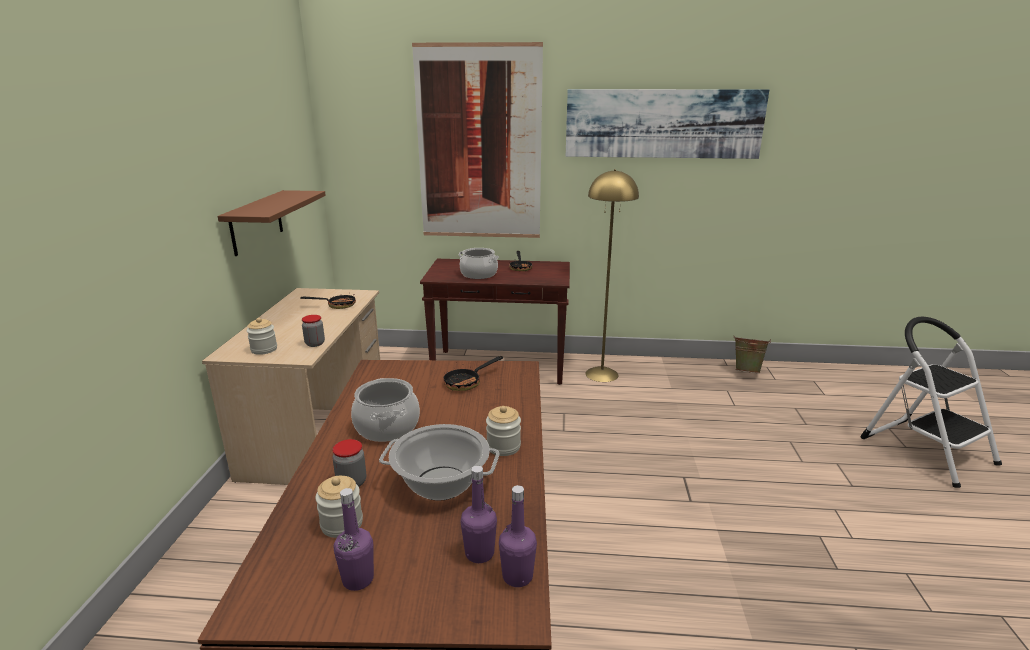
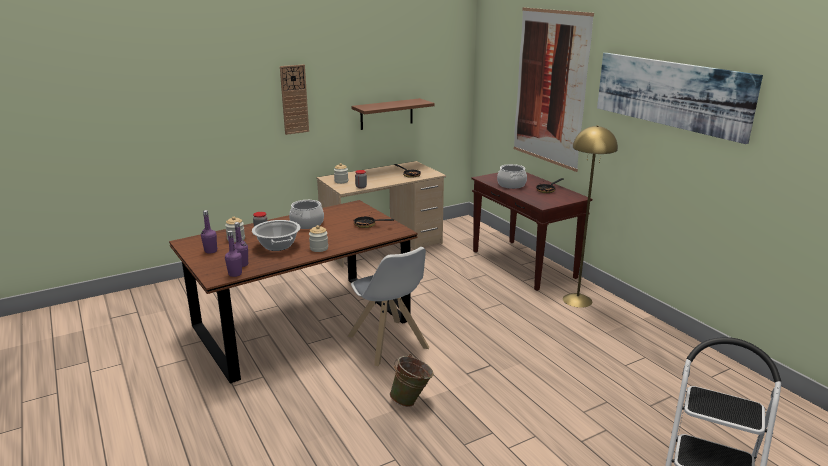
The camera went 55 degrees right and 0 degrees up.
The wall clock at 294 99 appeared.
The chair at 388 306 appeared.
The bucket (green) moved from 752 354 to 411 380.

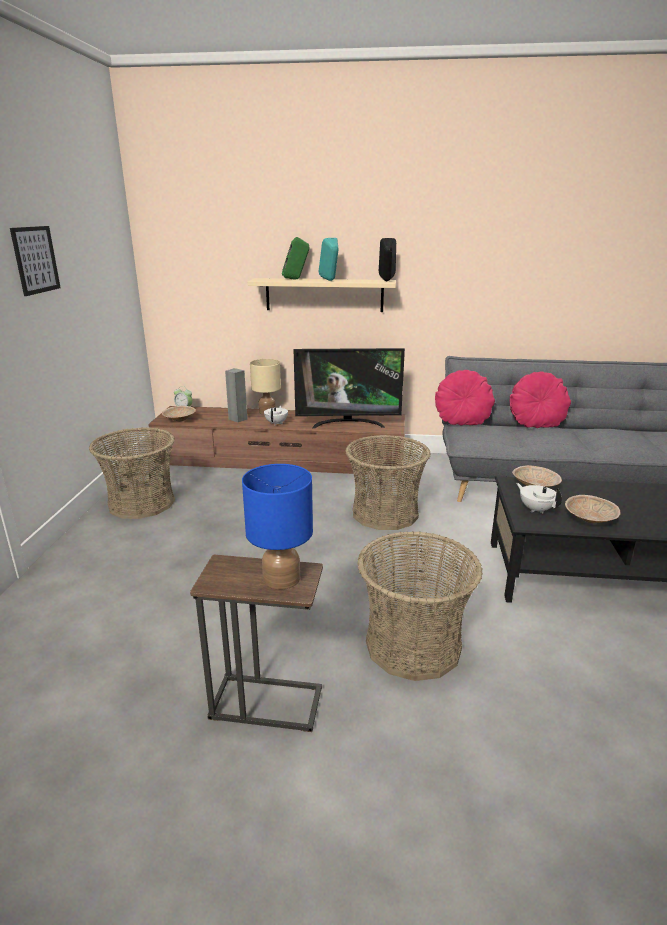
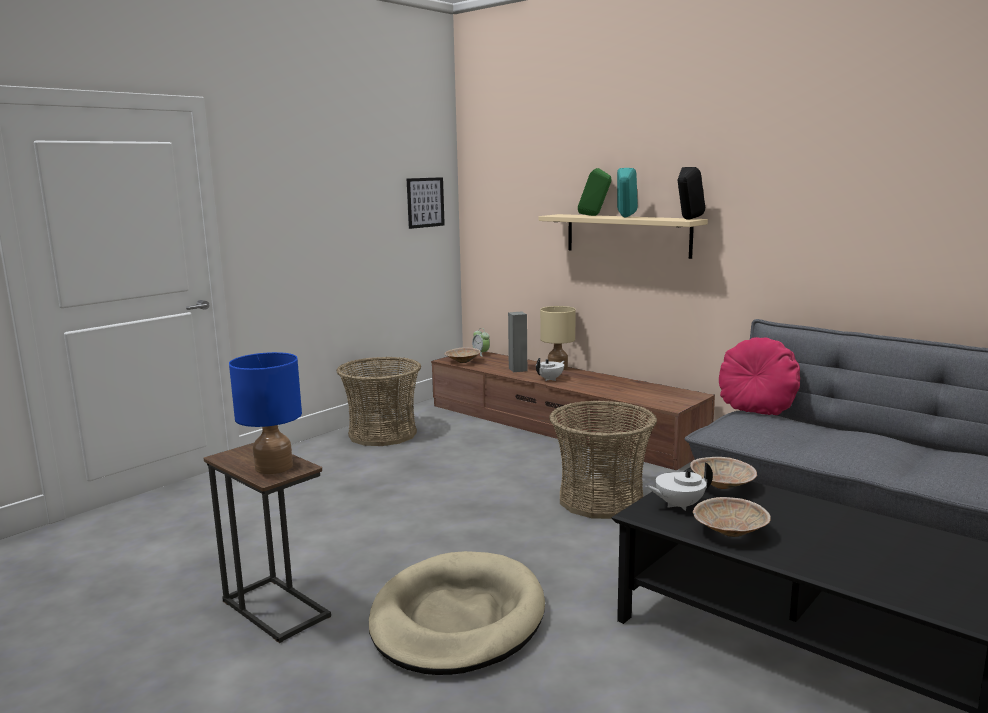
The camera went 35 degrees right and 10 degrees down.
The television at 349 388 disappeared.
The pillow (pink) at 540 399 disappeared.
The picture moved from 35 261 to 426 203.
The basket at 420 606 was replaced by the dog bed (beige) at 457 613.
The teapot (white) at 539 498 turned 105 degrees counterclockwise.

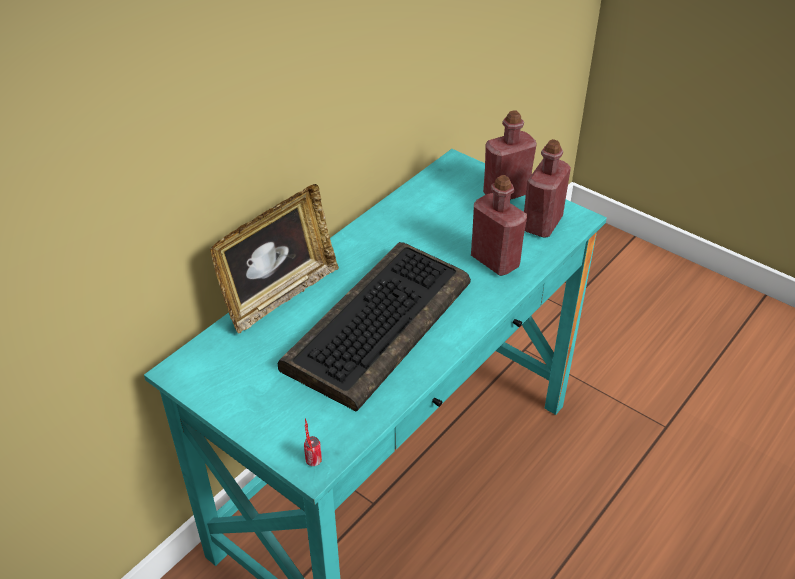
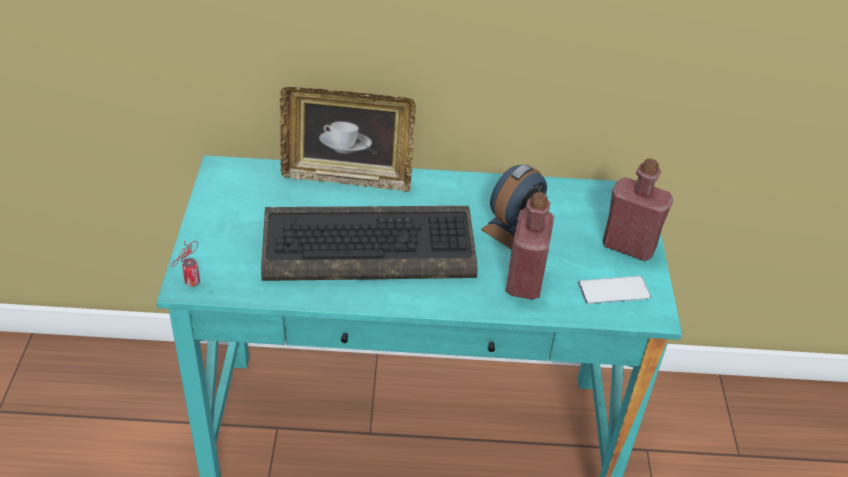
The camera went 50 degrees right and 0 degrees up.
The alarm clock at 514 207 appeared.
The bottle (red) at 547 188 was replaced by the phone at 614 290.

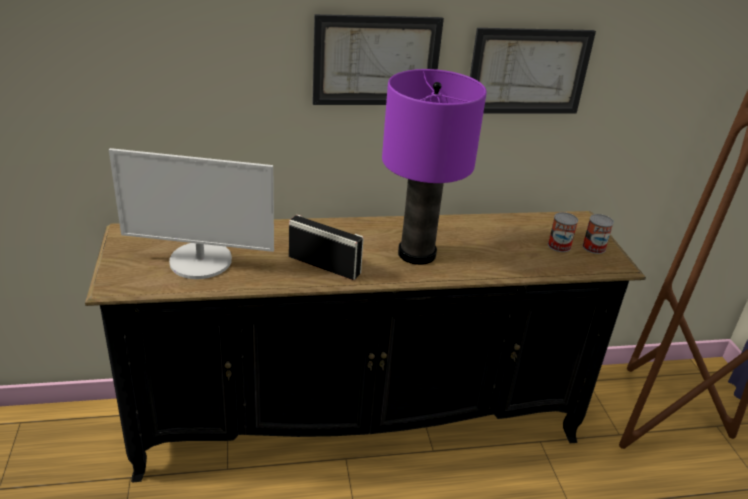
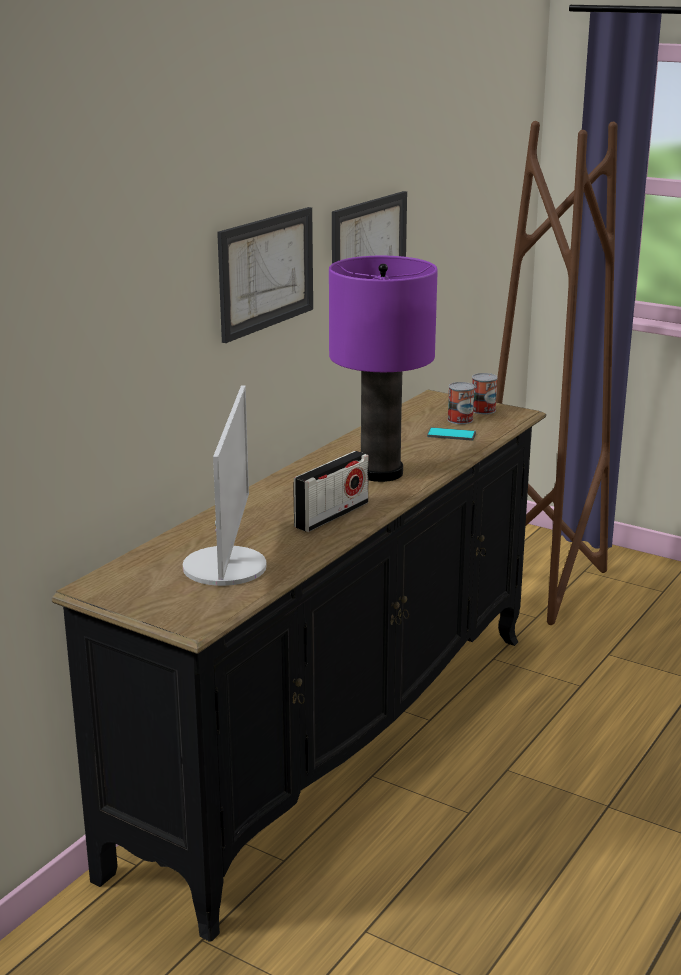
The camera went 45 degrees left and 10 degrees down.
The phone at 451 434 appeared.
The monitor at 191 213 turned 45 degrees counterclockwise.
The radio at 326 247 turned 150 degrees clockwise.

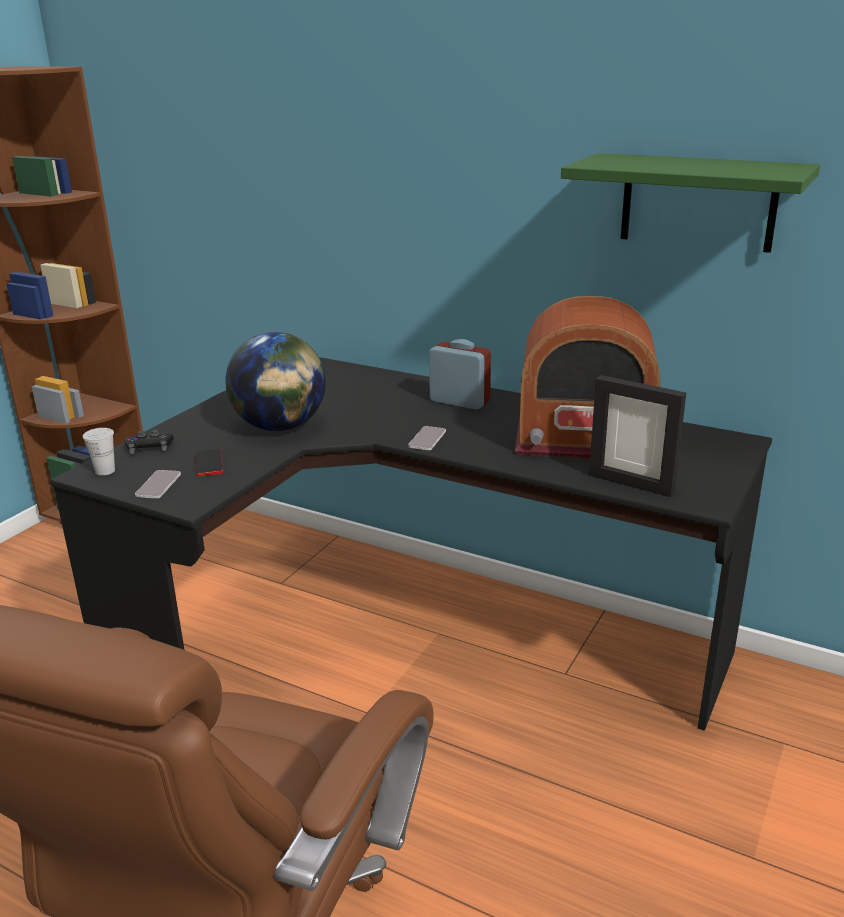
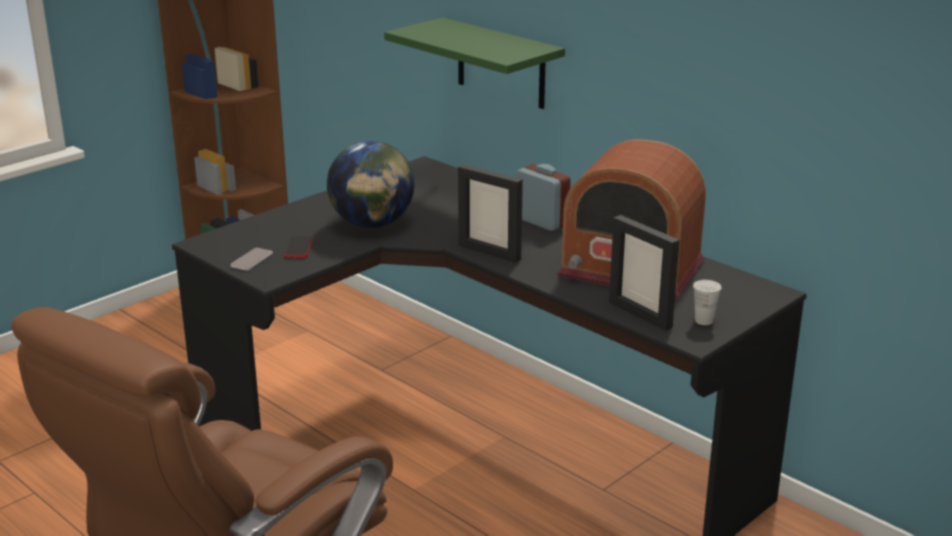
The camera went 15 degrees right and 0 degrees up.
The game controller (black) at 149 441 disappeared.
The cup (white) moved from 99 452 to 707 302.
The shelf (green) moved from 690 203 to 474 63.
The phone at 427 438 was replaced by the picture frame at 490 213.

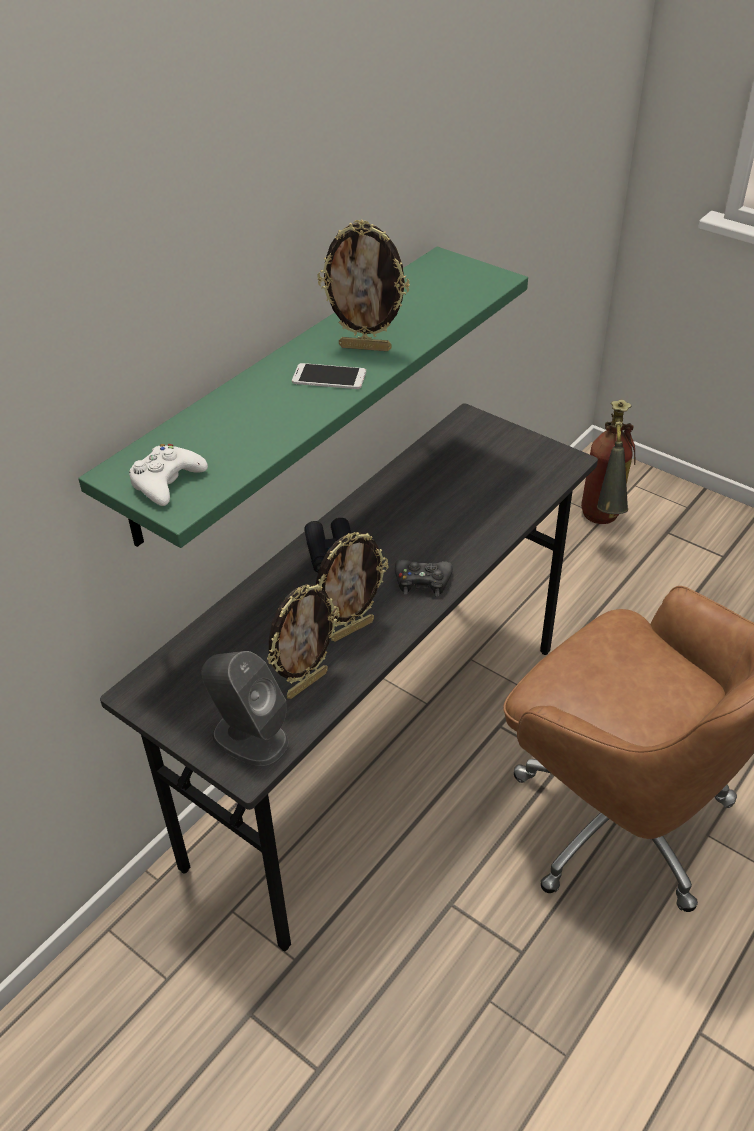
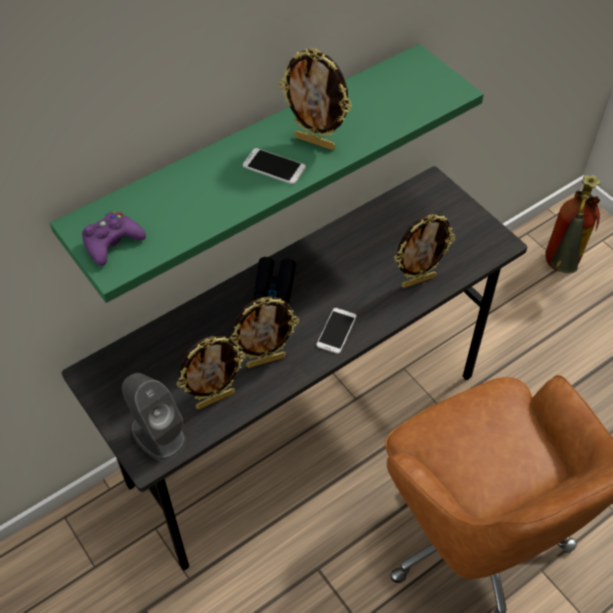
The camera went 15 degrees right and 10 degrees up.
The picture frame at 424 251 appeared.
The game controller (black) at 424 578 was replaced by the phone at 336 331.
The game controller (white) at 168 475 became the game controller (purple) at 114 239.

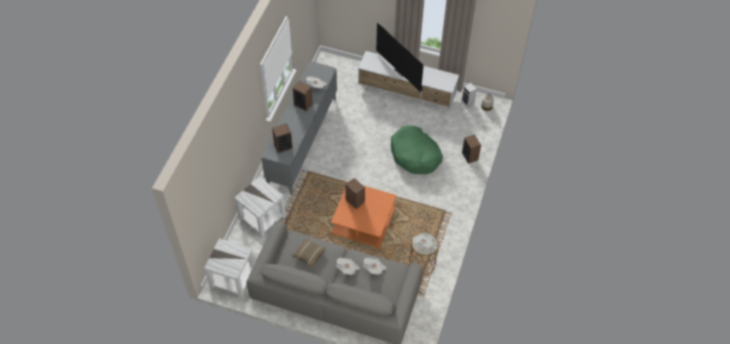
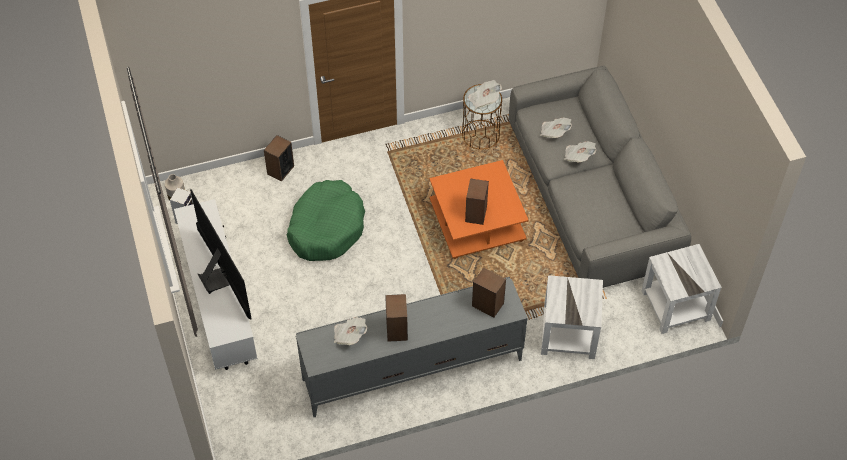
The camera went 125 degrees left and 0 degrees up.
The pillow at 309 253 disappeared.
The television at 400 57 turned 45 degrees counterclockwise.

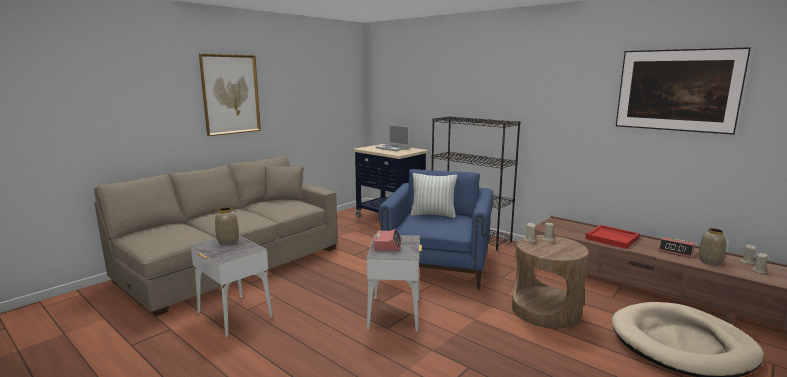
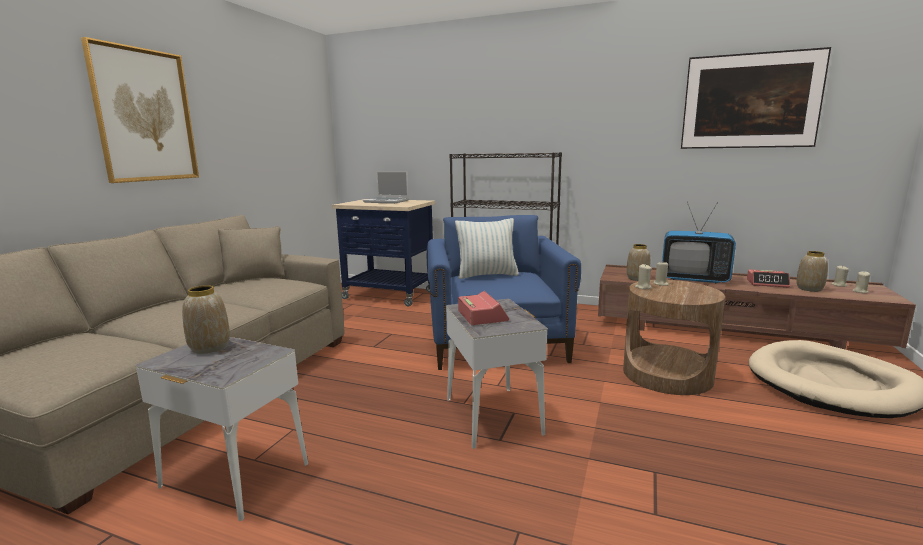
The camera went 20 degrees left and 0 degrees up.
The vase at 638 262 appeared.
The tray (red) at 612 237 was replaced by the television at 699 242.

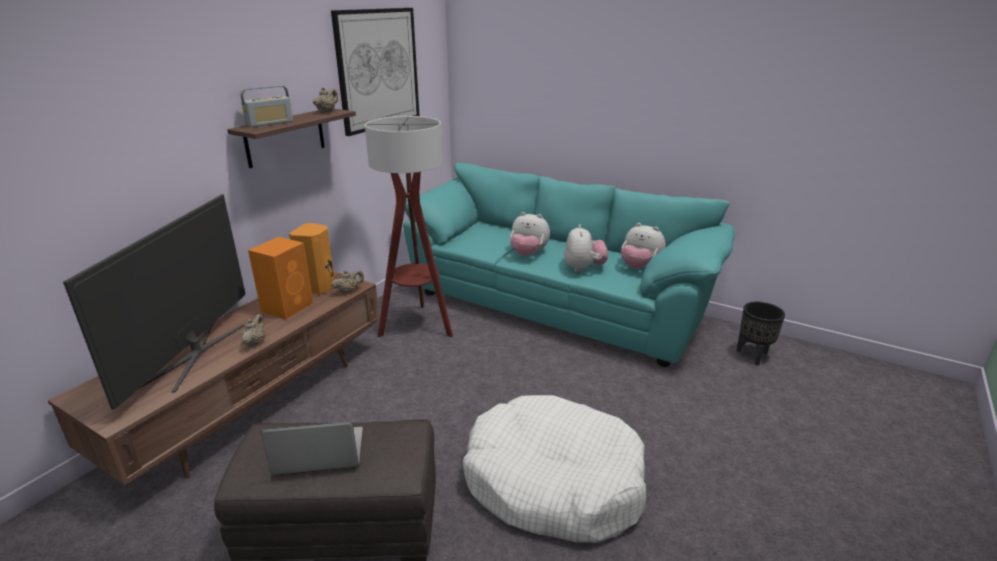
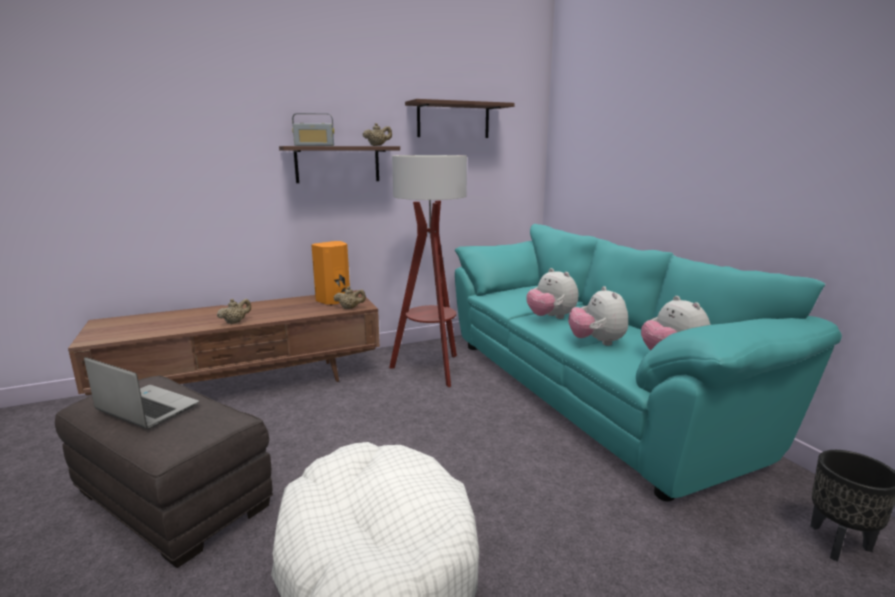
The camera went 35 degrees right and 10 degrees down.
The television at 154 302 disappeared.
The speaker (orange) at 280 278 disappeared.
The picture at 375 72 was replaced by the shelf at 460 118.
The plush toy at 586 248 turned 135 degrees clockwise.

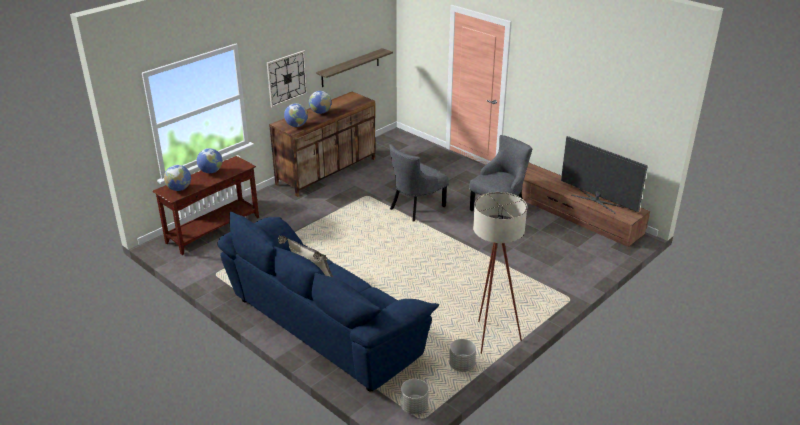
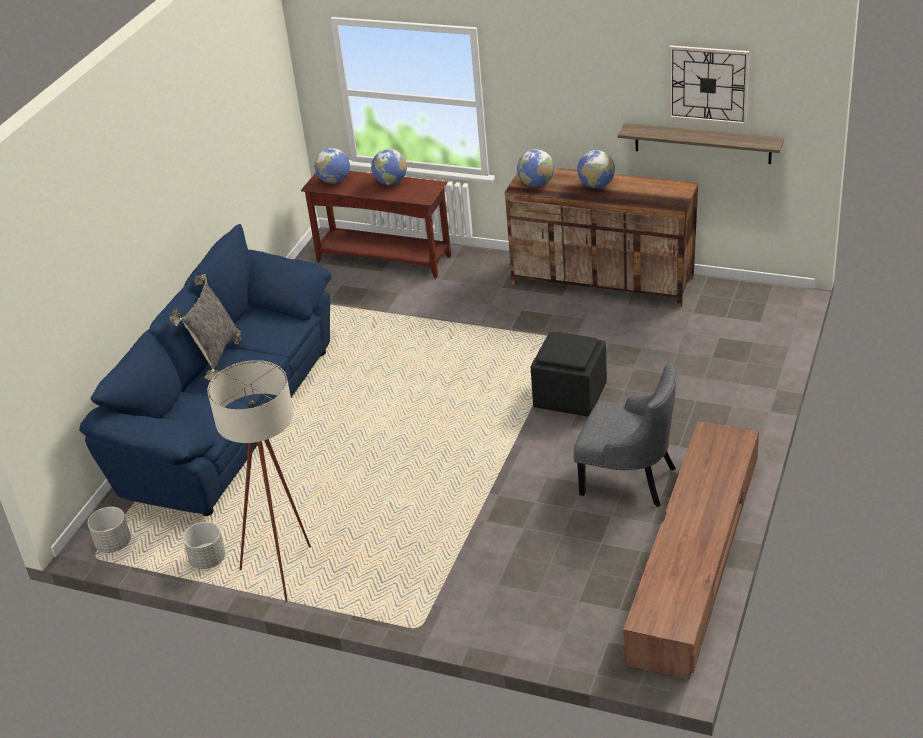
The camera went 70 degrees right and 5 degrees up.
The television at 604 175 disappeared.
The wall clock moved from 287 78 to 709 85.
The armchair (grey) at 419 183 was replaced by the ottoman (black) at 569 374.

